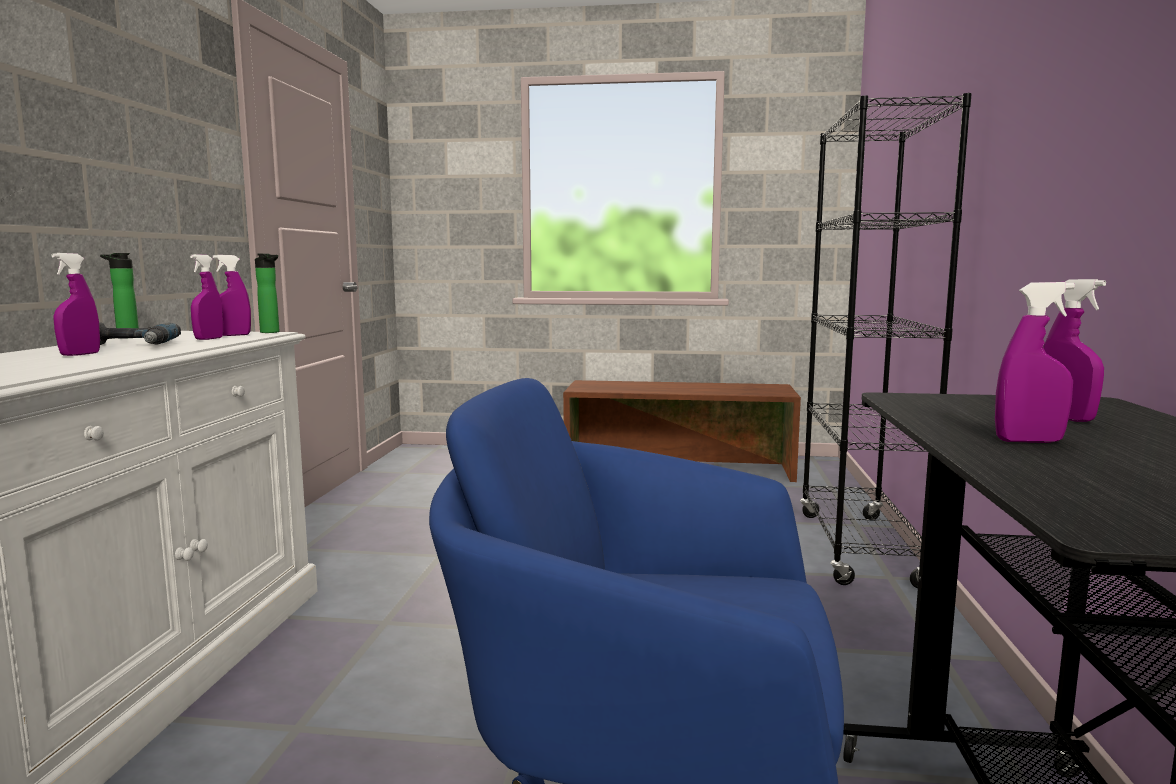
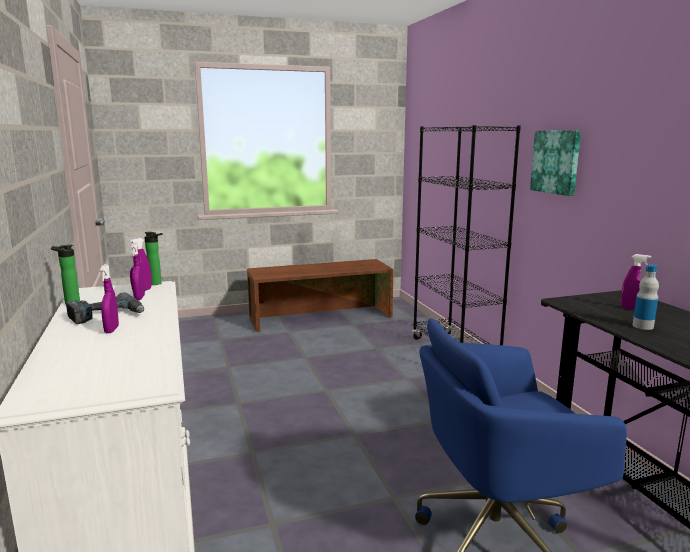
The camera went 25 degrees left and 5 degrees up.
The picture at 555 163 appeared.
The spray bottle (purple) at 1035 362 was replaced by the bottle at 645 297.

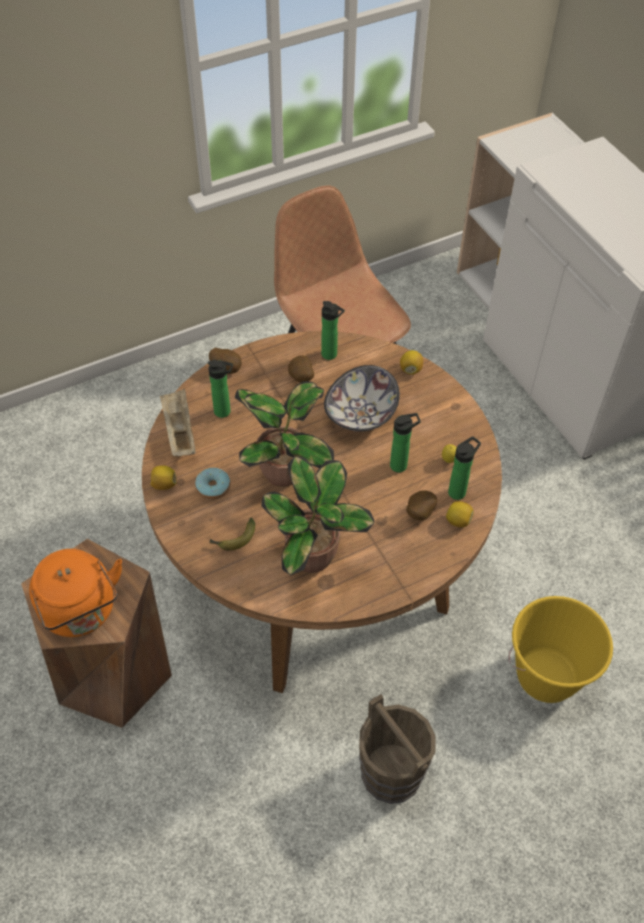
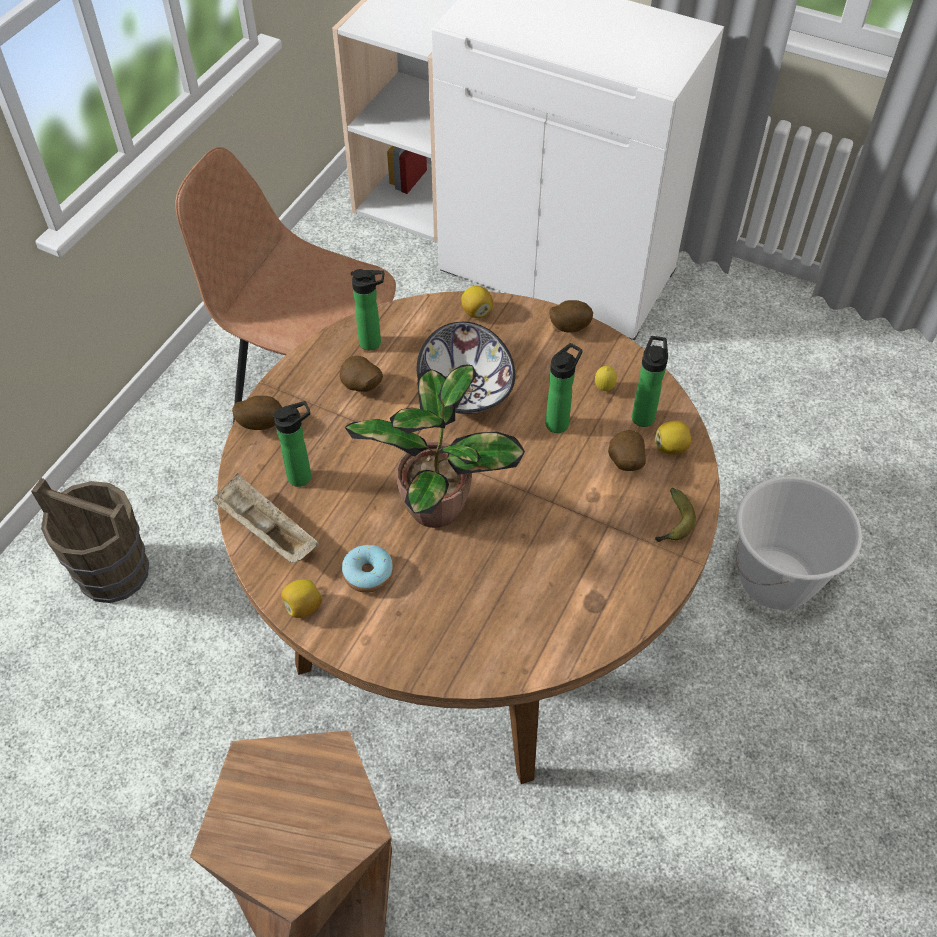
The camera went 35 degrees left and 0 degrees up.
The kettle (orange) at 75 593 disappeared.
The potted plant at 318 515 disappeared.
The potato at 571 316 appeared.
The banana moved from 232 534 to 675 515.
The bucket (brown) moved from 397 749 to 90 540.
The bucket (yellow) at 560 649 became the bucket (white) at 799 543.

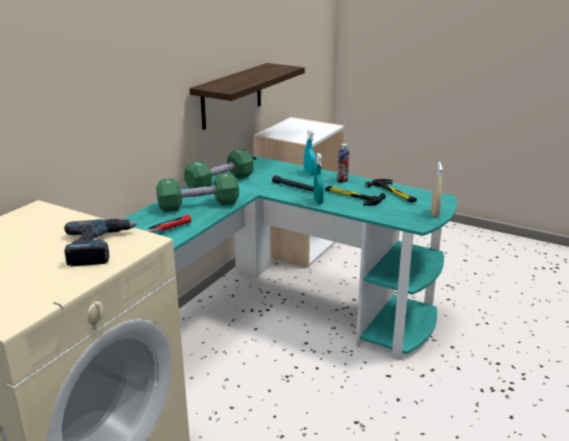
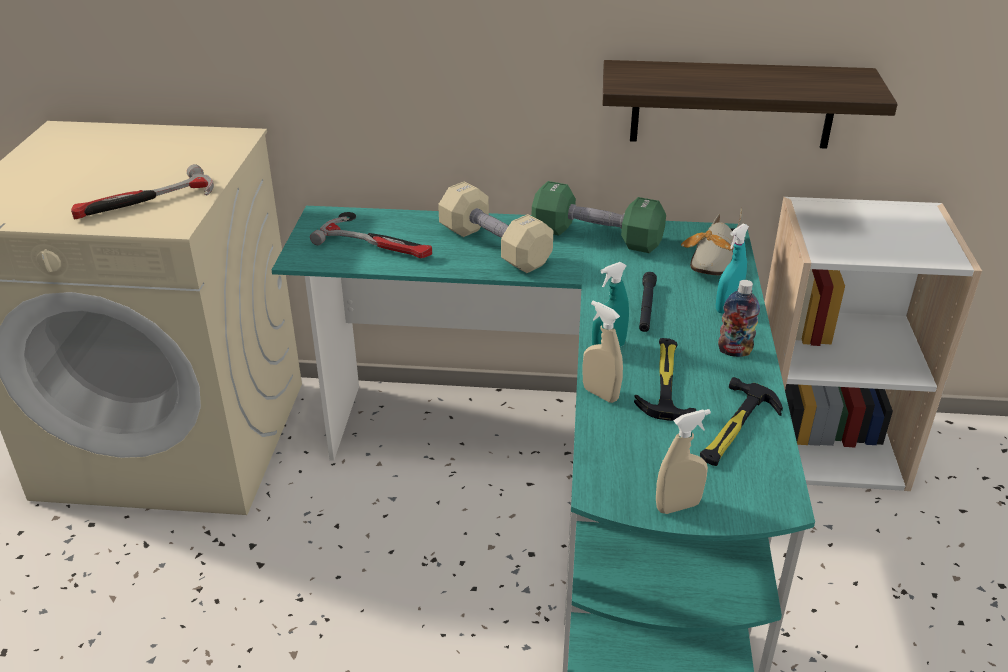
The camera went 65 degrees right and 10 degrees up.
The spray bottle (beige) at 602 352 appeared.
The shoe at 712 241 appeared.
The power drill at 101 242 was replaced by the hammer at 142 192.
The dumbbell (green) at 197 192 became the dumbbell (beige) at 495 227.

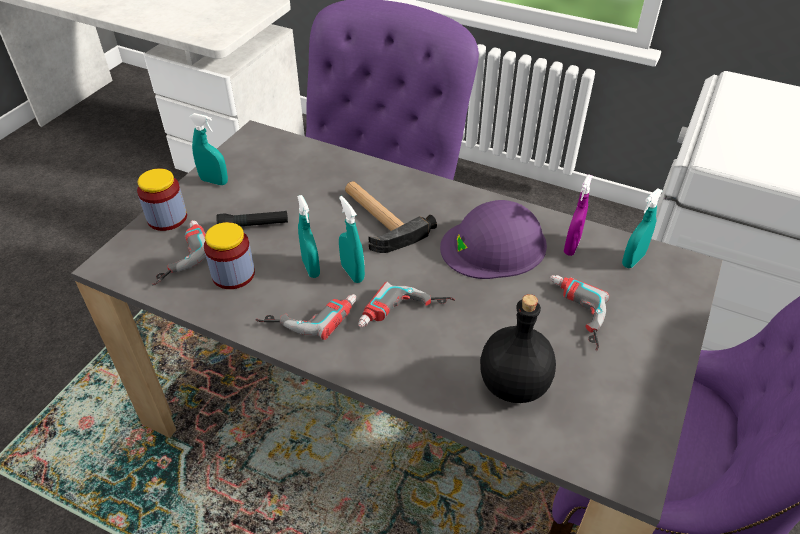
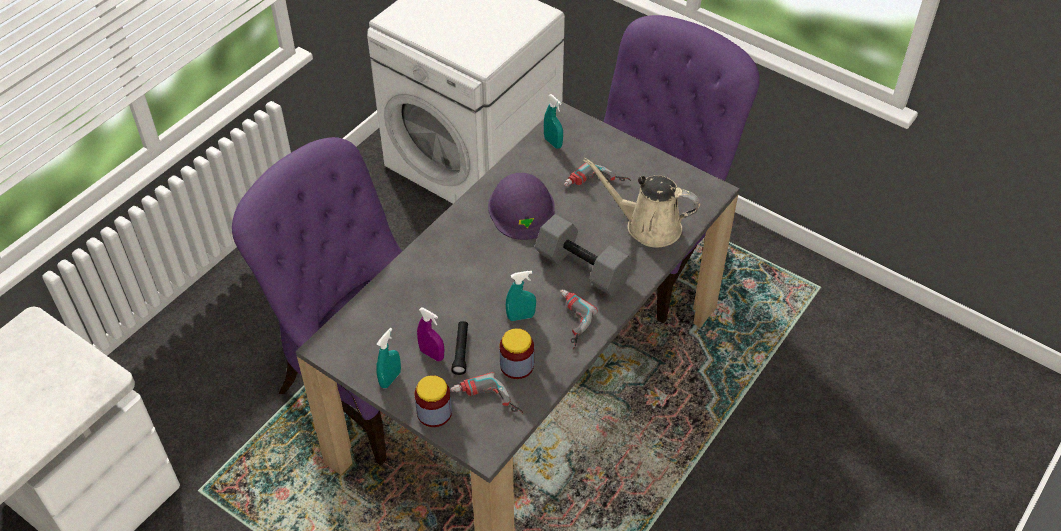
The camera went 80 degrees left and 5 degrees up.
The spray bottle (turquoise) at 352 239 disappeared.
The hammer at 391 217 disappeared.
The spray bottle (purple) moved from 578 215 to 430 334.
The power drill at 406 304 was replaced by the dumbbell (grey) at 584 255.
The bottle (black) at 518 348 was replaced by the watering can (beige) at 641 203.

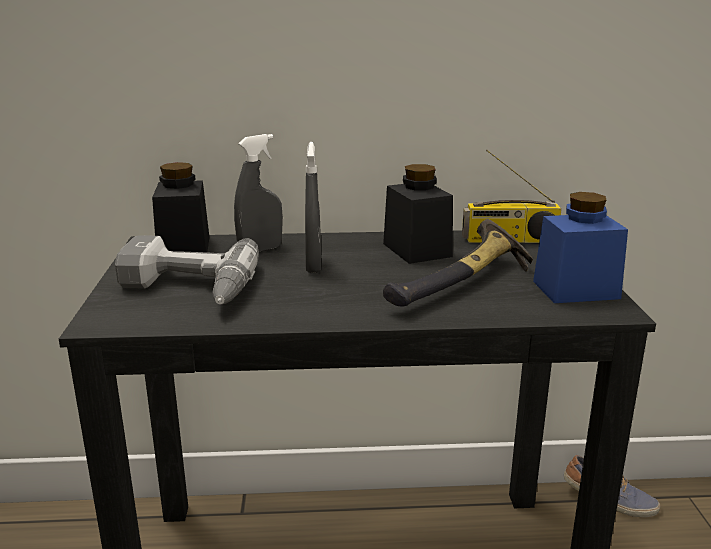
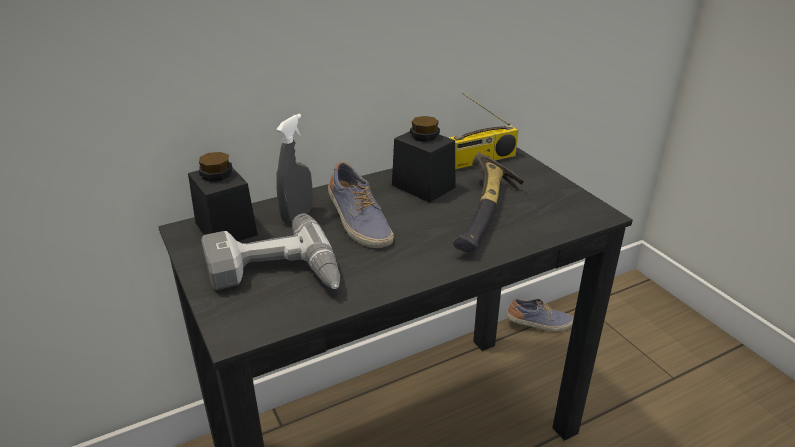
The camera went 25 degrees left and 10 degrees up.
The jar (blue) at 580 247 disappeared.
The spray bottle (grey) at 313 207 was replaced by the shoe at 361 205.

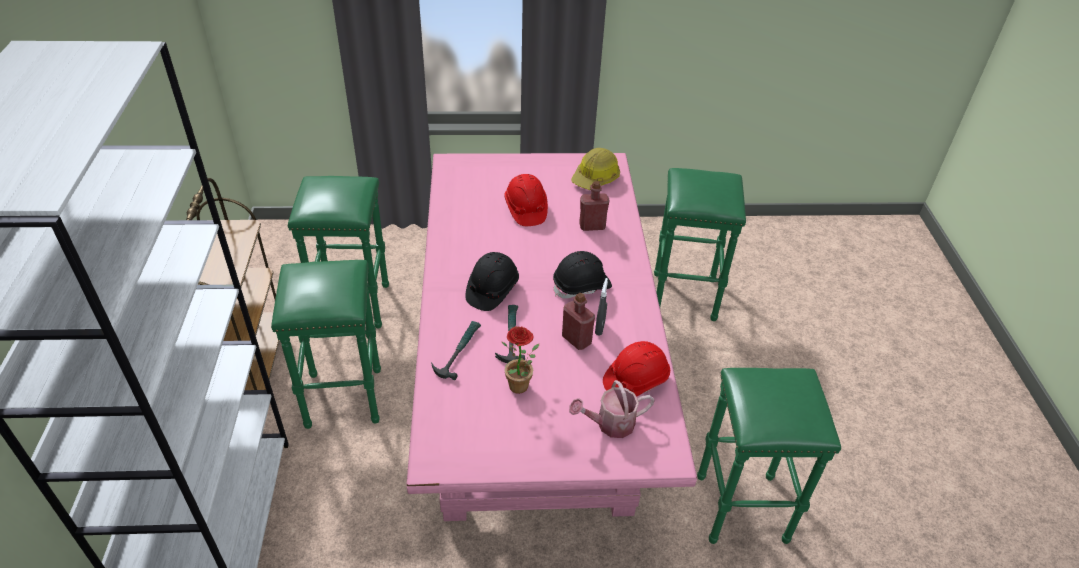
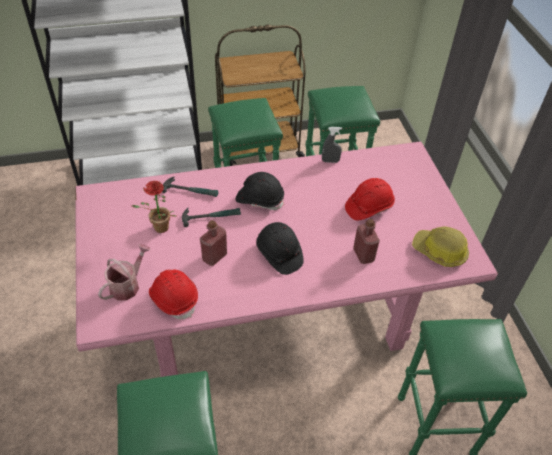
The camera went 80 degrees right and 5 degrees up.
The spray bottle (grey) moved from 601 307 to 332 145.
The watering can at 612 409 turned 60 degrees clockwise.

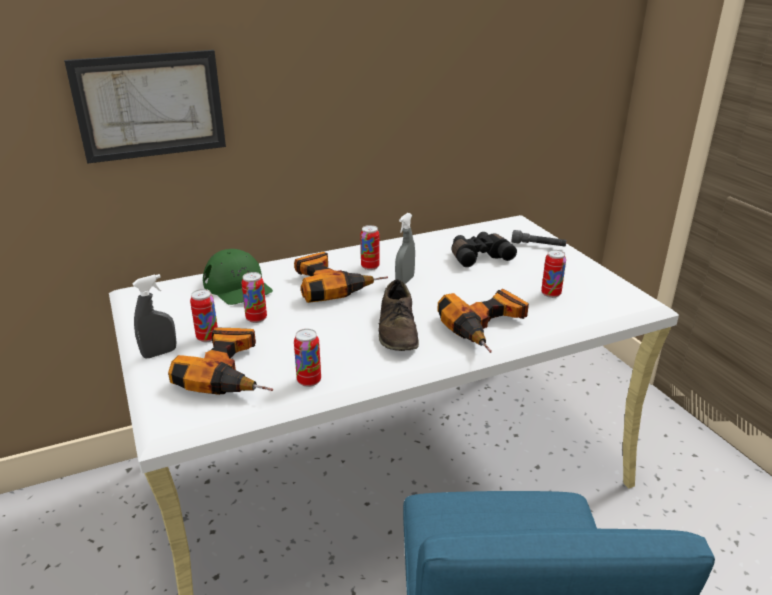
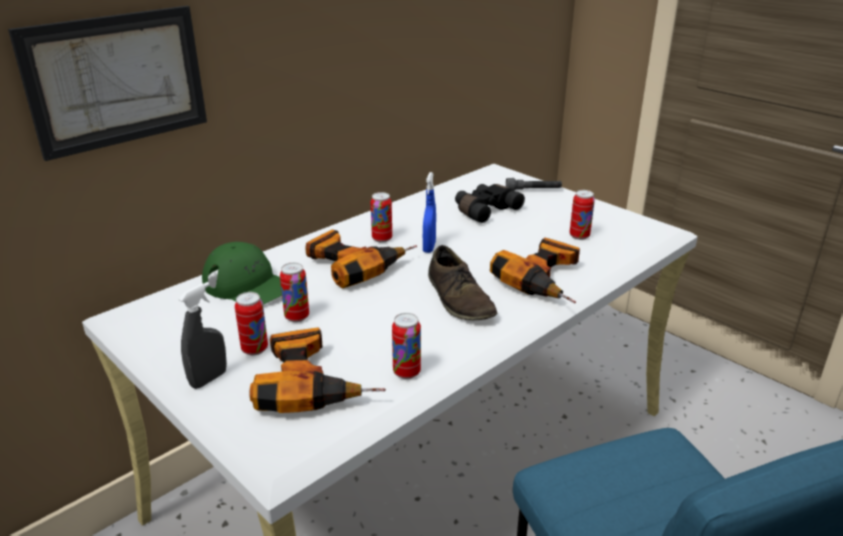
The camera went 20 degrees left and 0 degrees up.
The spray bottle (grey) at 405 248 became the spray bottle (blue) at 429 212.

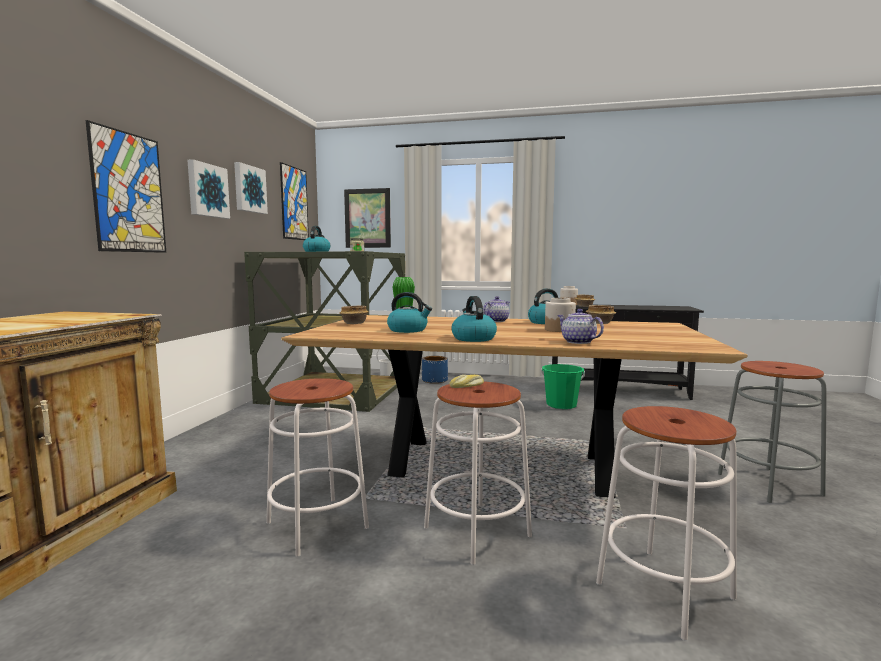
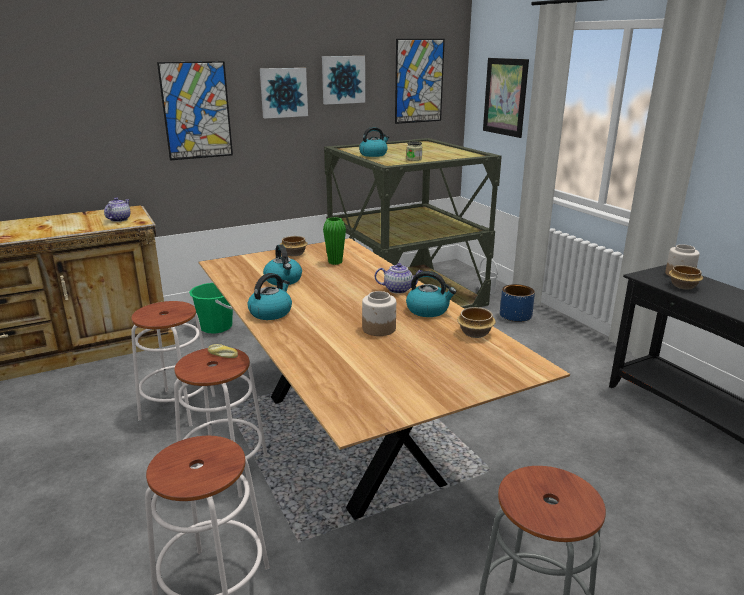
The camera went 50 degrees right and 15 degrees up.
The bucket (green) moved from 563 386 to 211 308.
The teapot moved from 580 326 to 117 209.

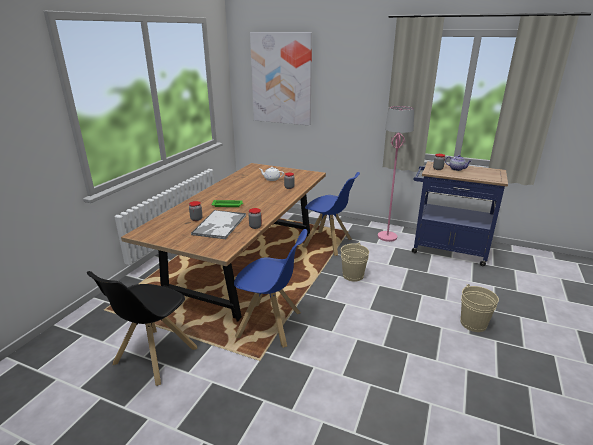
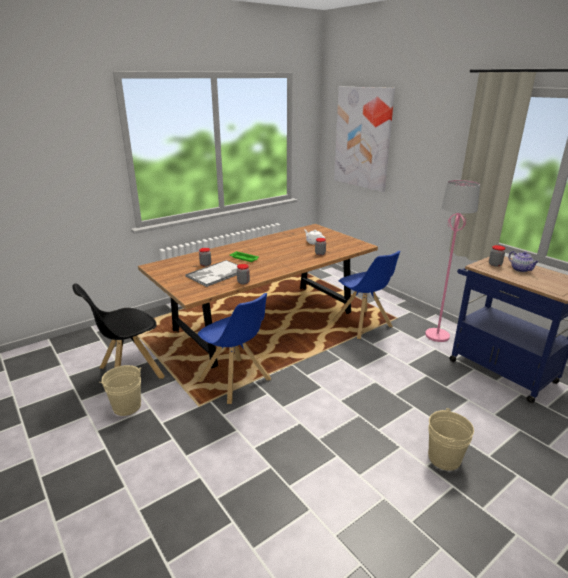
The camera went 30 degrees right and 0 degrees up.
The bucket (beige) moved from 355 262 to 120 390.

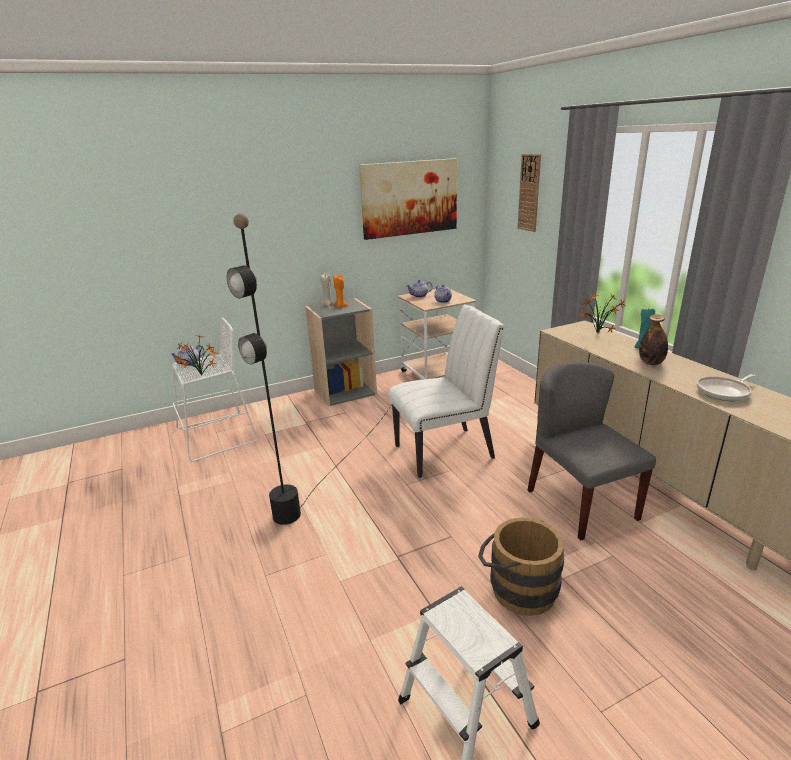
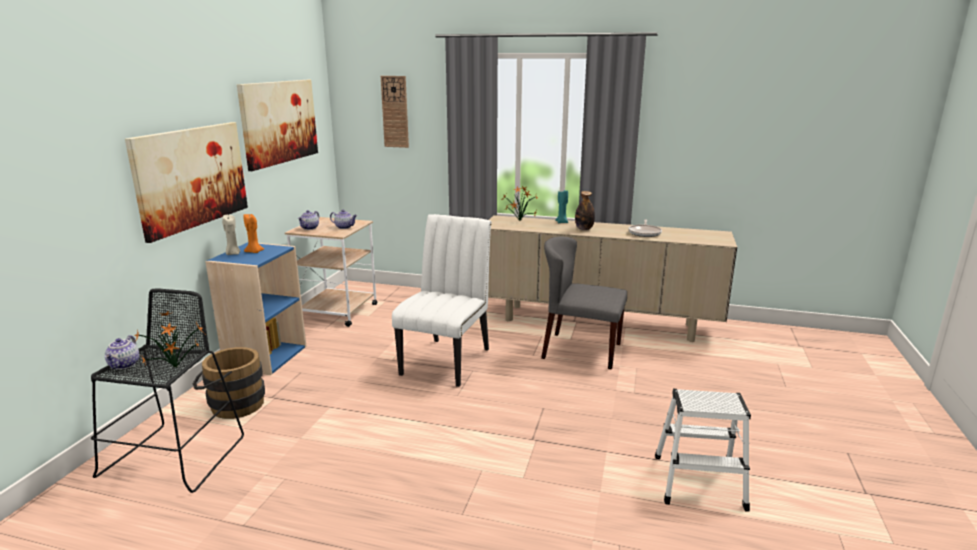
The camera went 50 degrees left and 5 degrees down.
The floor lamp (black) at 309 369 disappeared.
The picture at 186 182 appeared.
The bucket (brown) moved from 521 567 to 229 383.
The stool (white) at 214 389 became the stool (black) at 167 391.
The bookcase (grey) at 341 352 became the bookcase (blue) at 256 308.

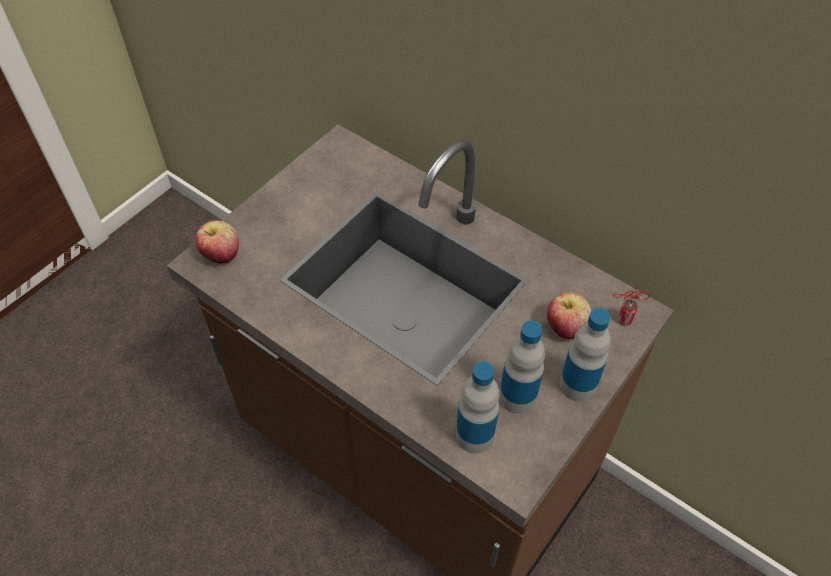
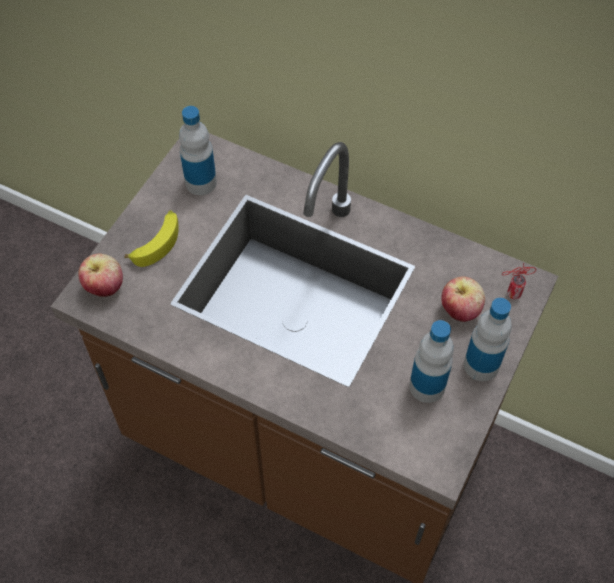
The camera went 10 degrees left and 5 degrees up.
The banana at 152 238 appeared.
The bottle moved from 477 407 to 198 150.

